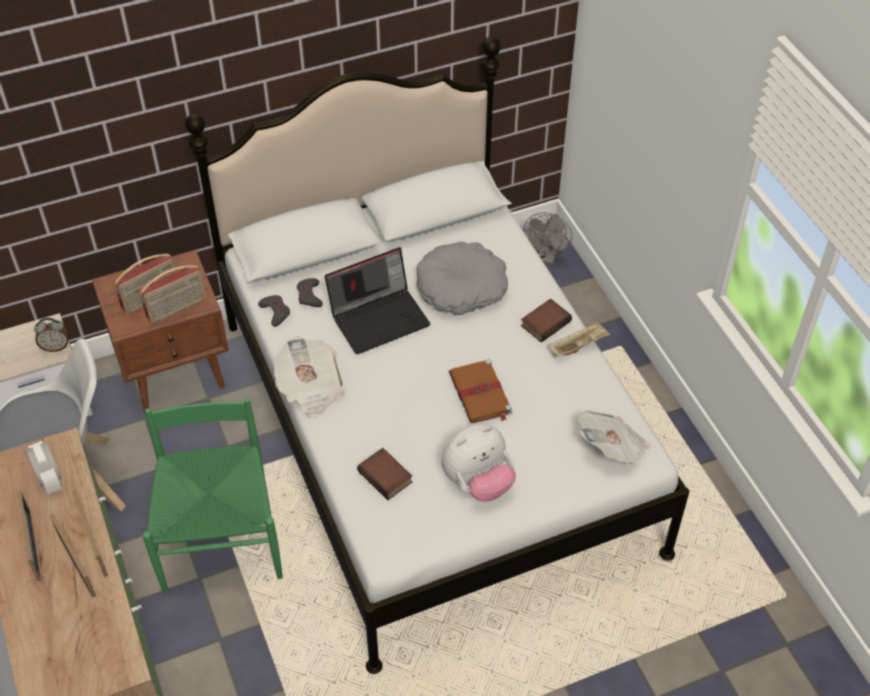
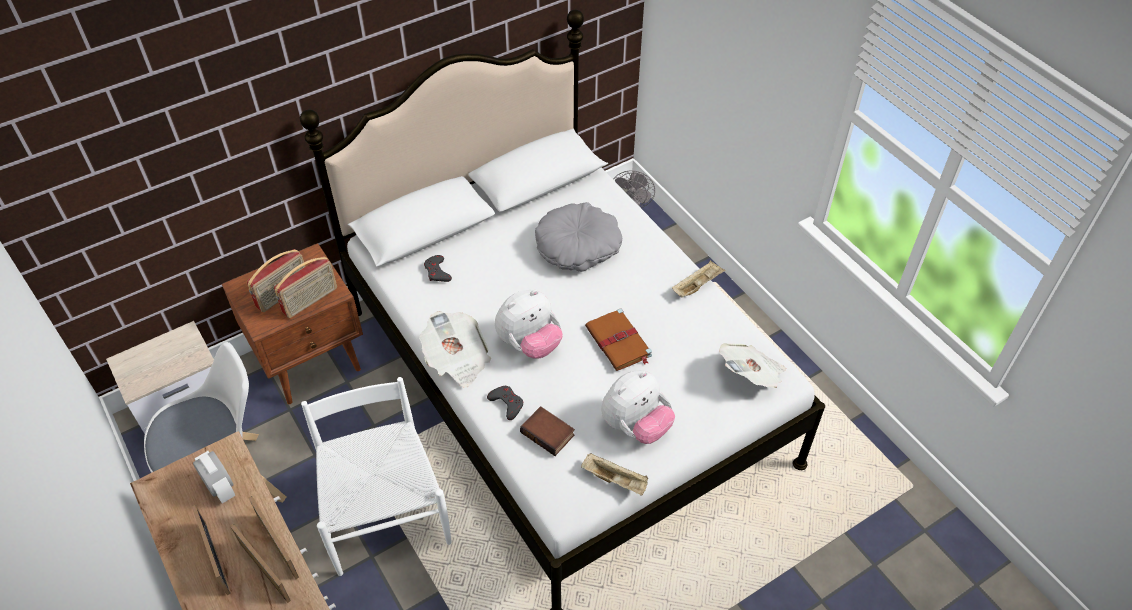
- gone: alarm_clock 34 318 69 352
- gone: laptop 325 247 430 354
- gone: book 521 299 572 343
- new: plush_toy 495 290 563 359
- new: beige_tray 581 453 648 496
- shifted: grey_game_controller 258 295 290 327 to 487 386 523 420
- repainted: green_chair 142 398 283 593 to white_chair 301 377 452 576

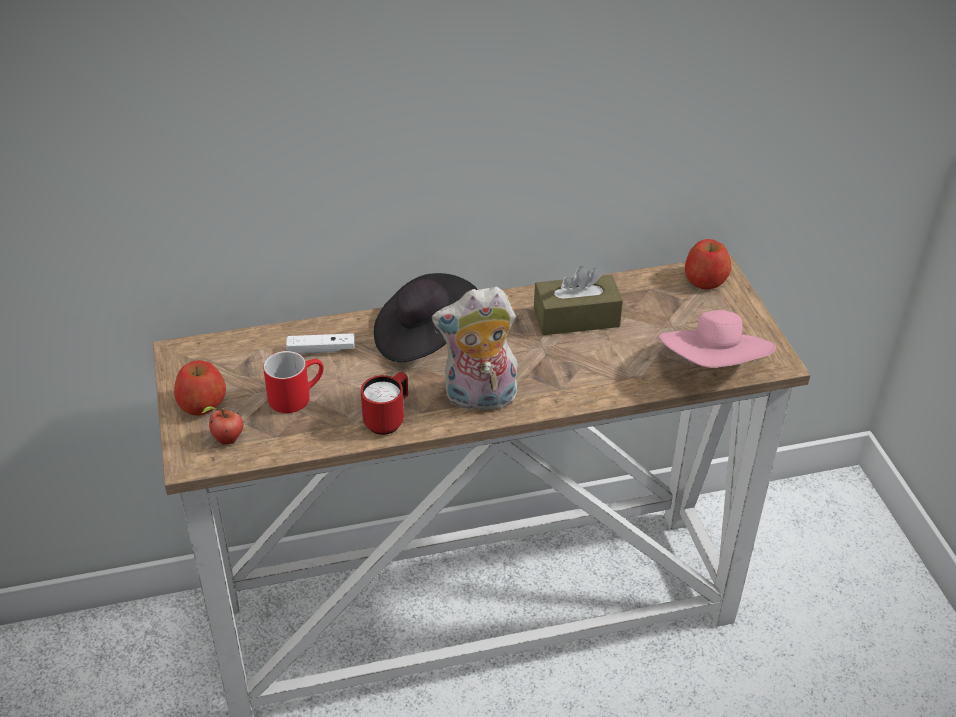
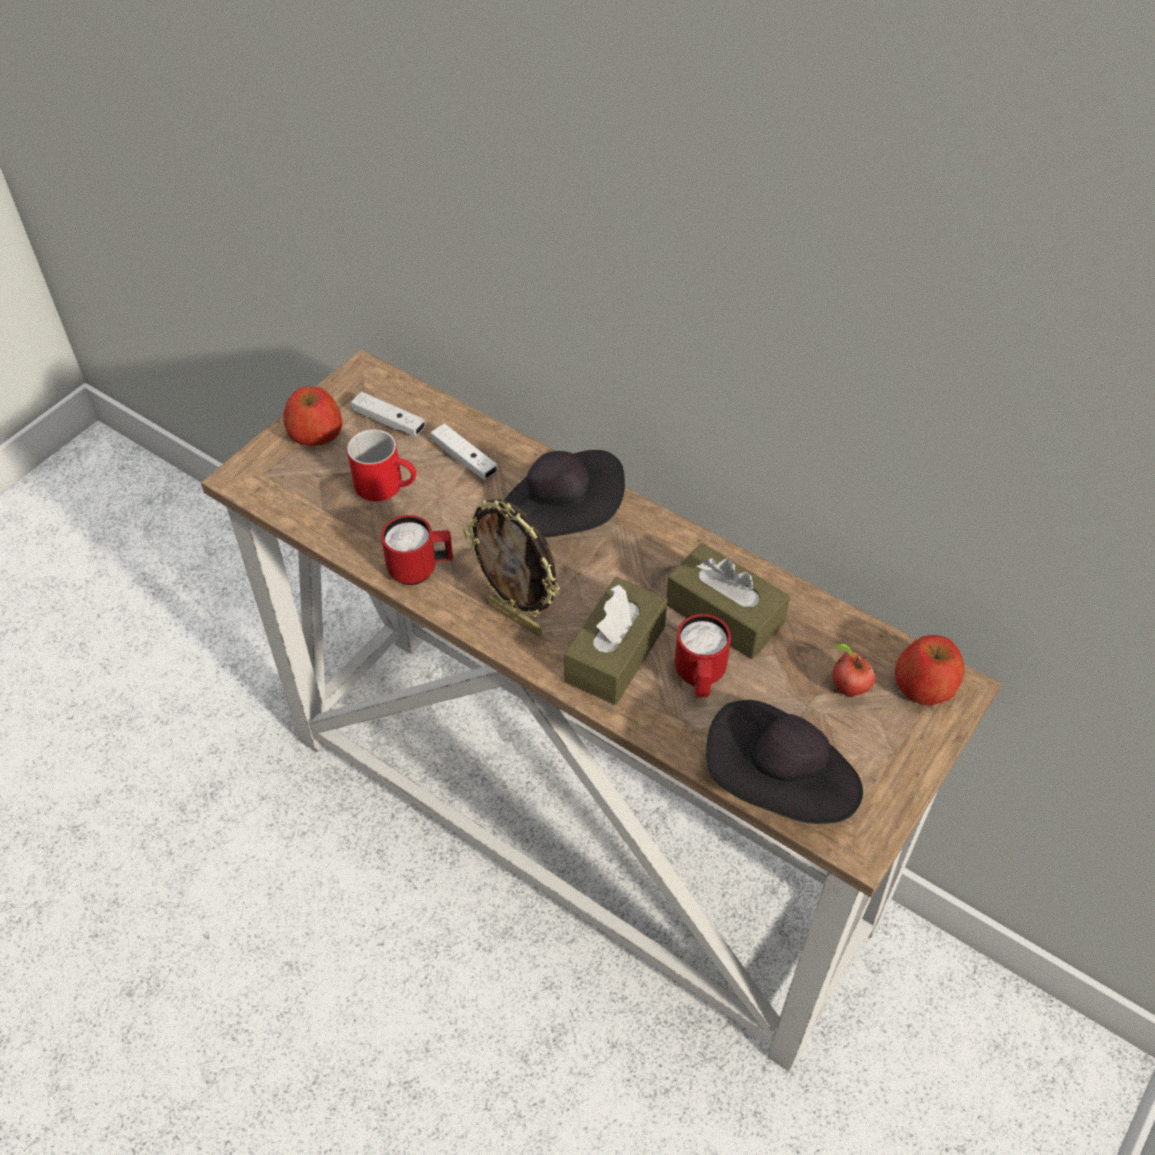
- new: white_game_controller 351 392 425 437
- new: brown_tissue_box 564 577 668 705
- new: red_mug 674 614 731 697
- shifted: apple 202 406 243 445 to 832 643 875 697
- swapped: plush_toy 432 287 517 411 to picture_frame 463 499 560 635
- repainted: pink_hat 659 310 776 368 to black_hat 706 700 863 824

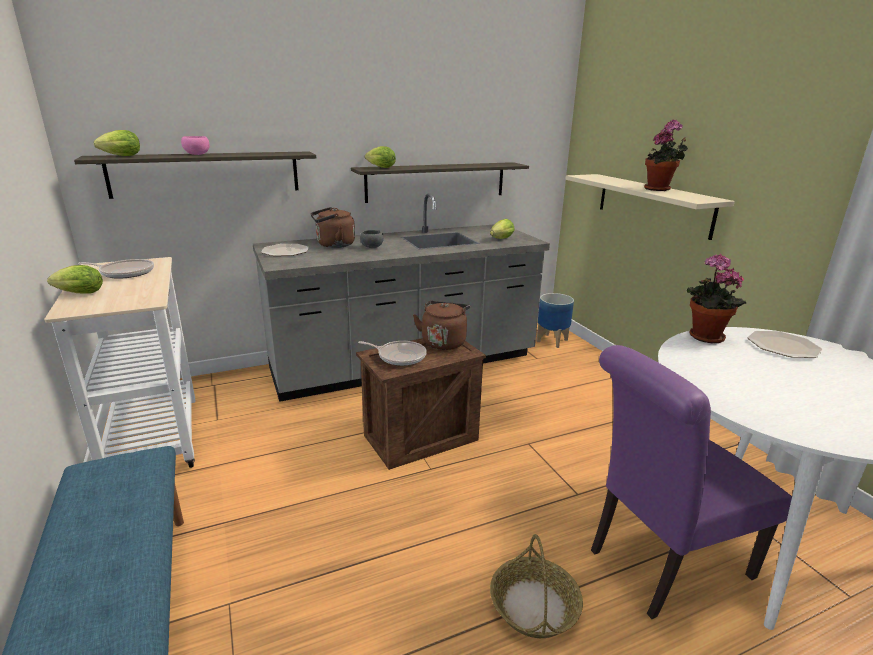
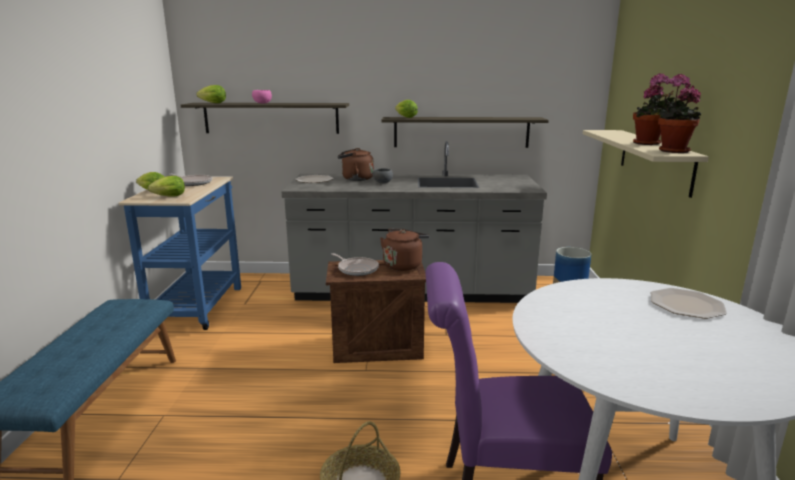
- shifted: lettuce 490 219 515 239 to 148 176 185 196
- shifted: potted_plant 687 254 746 343 to 655 74 701 153
- repainted: white_cart 44 257 195 468 to blue_cart 119 176 241 330

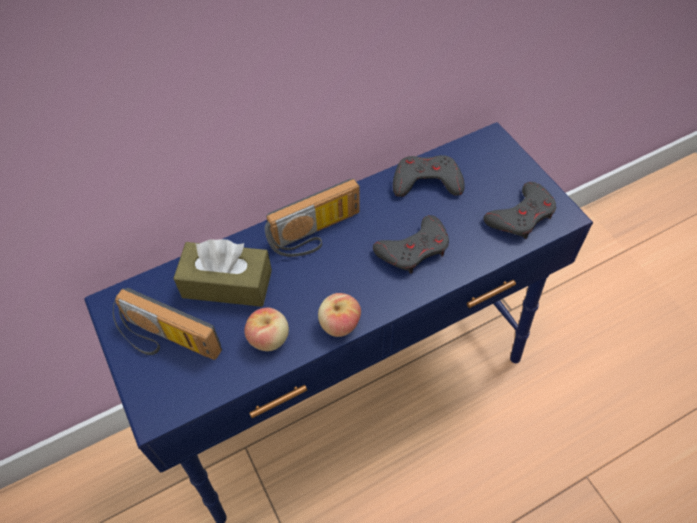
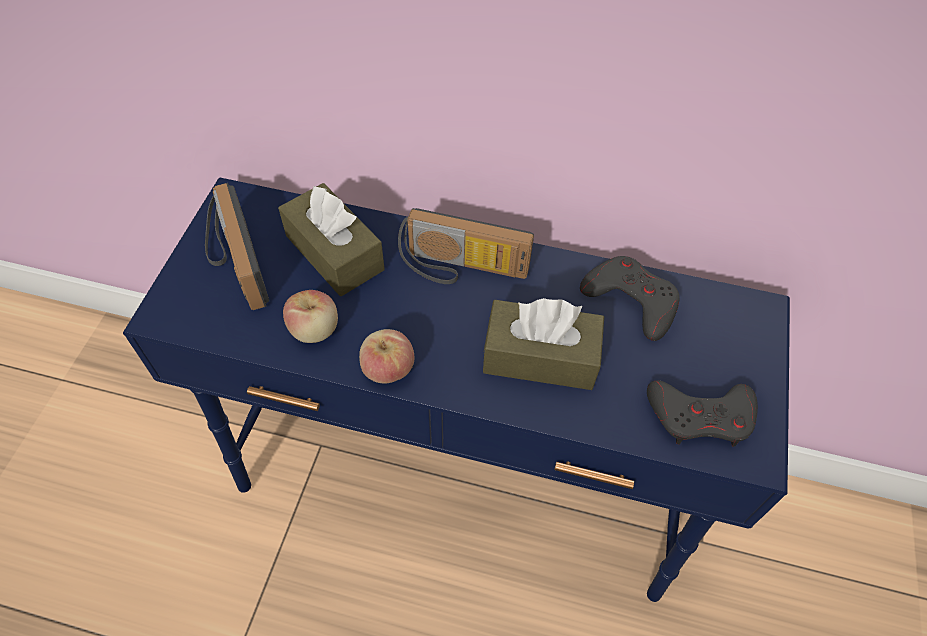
- swapped: grey_game_controller 373 215 449 274 to brown_tissue_box 483 298 604 390

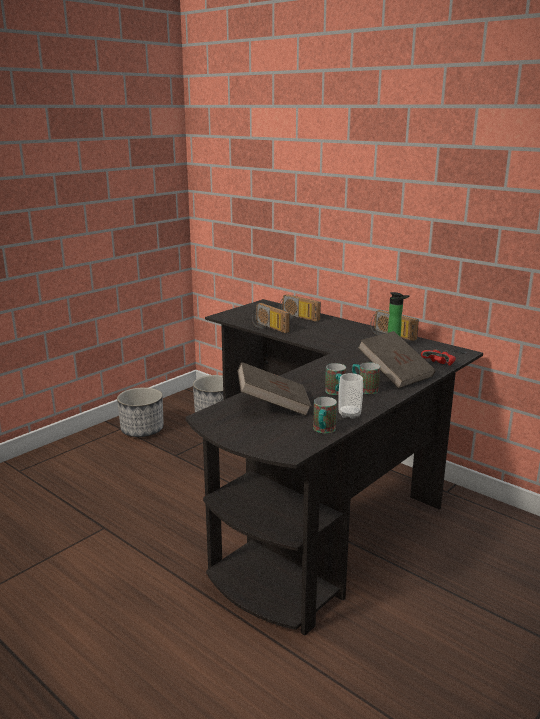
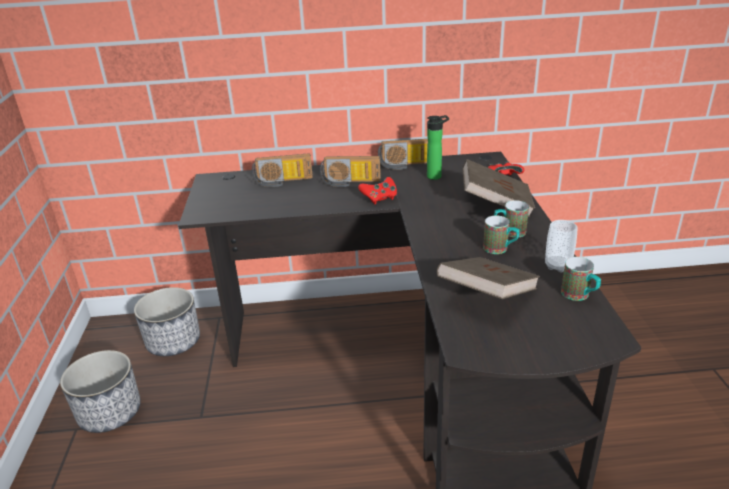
- new: red_game_controller 358 177 397 204
- shifted: radio 252 303 290 333 to 320 156 381 187

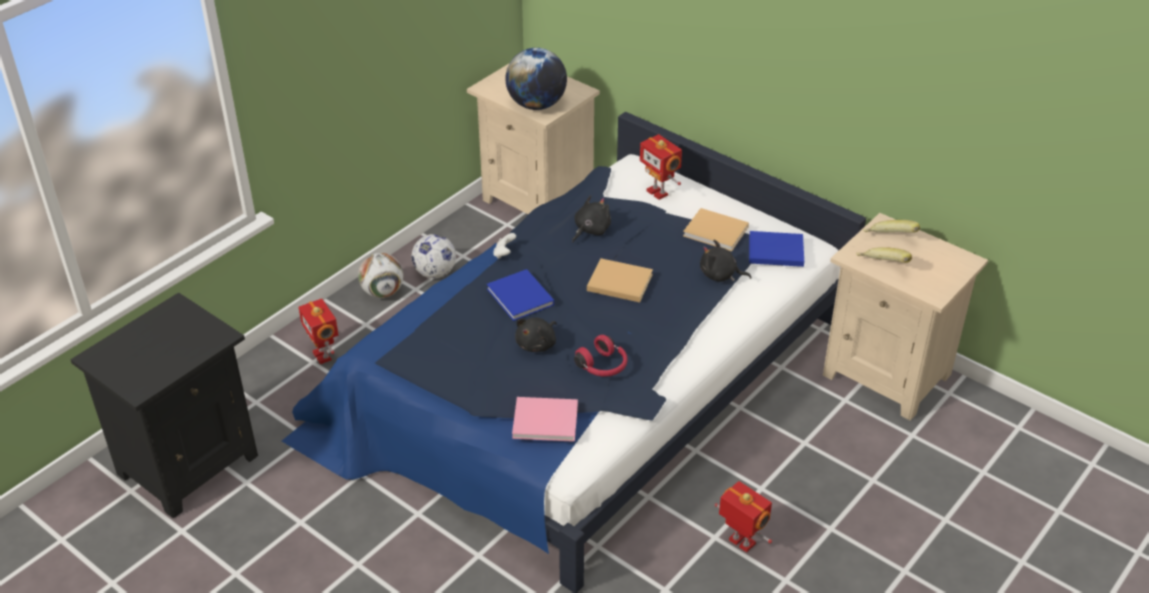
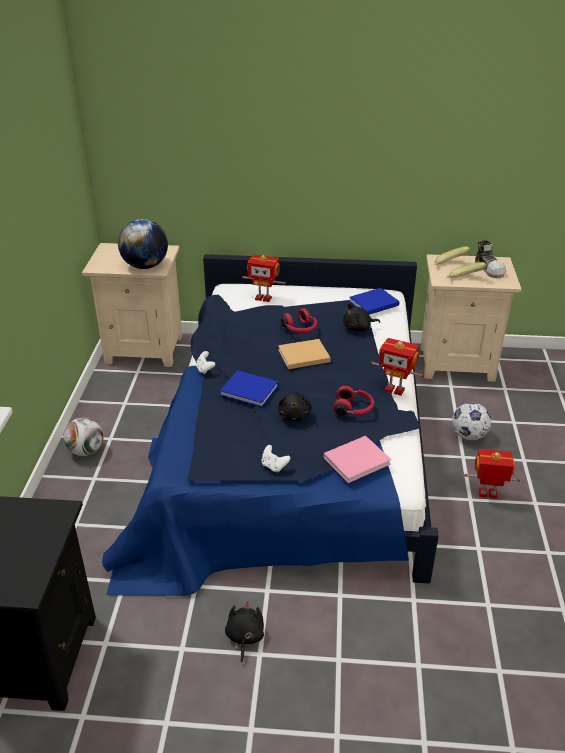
- gone: beige_book 683 208 749 252
- new: white_game_controller 261 445 290 472
- new: red_headphones 281 308 317 333
- new: shoe 475 240 506 278
- shifted: toy_robot 299 299 338 364 to 371 338 424 396
- shifted: football 411 234 456 278 to 452 402 491 441
- shifted: black_plush_toy 572 195 611 242 to 225 601 264 663

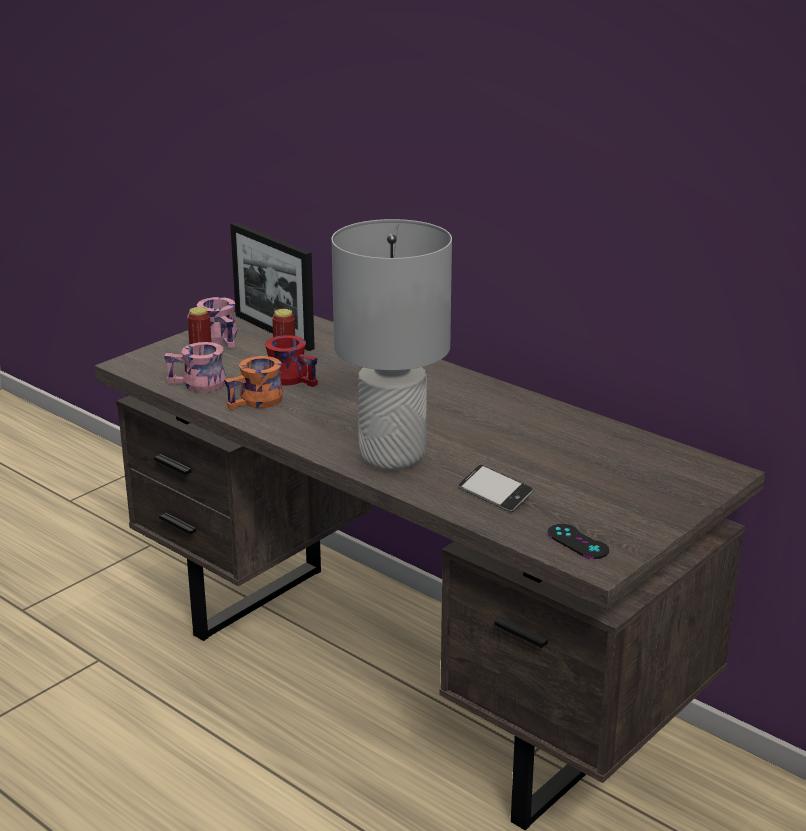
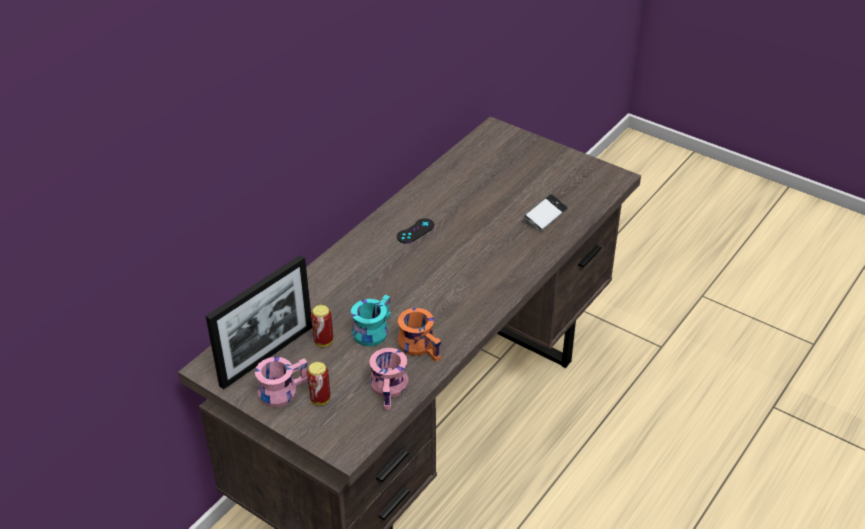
- gone: grey_table_lamp 331 219 452 470
- shifted: black_game_controller 548 524 609 559 to 397 218 435 244
- repainted: red_mug 265 335 318 387 to turquoise_mug 351 295 391 346

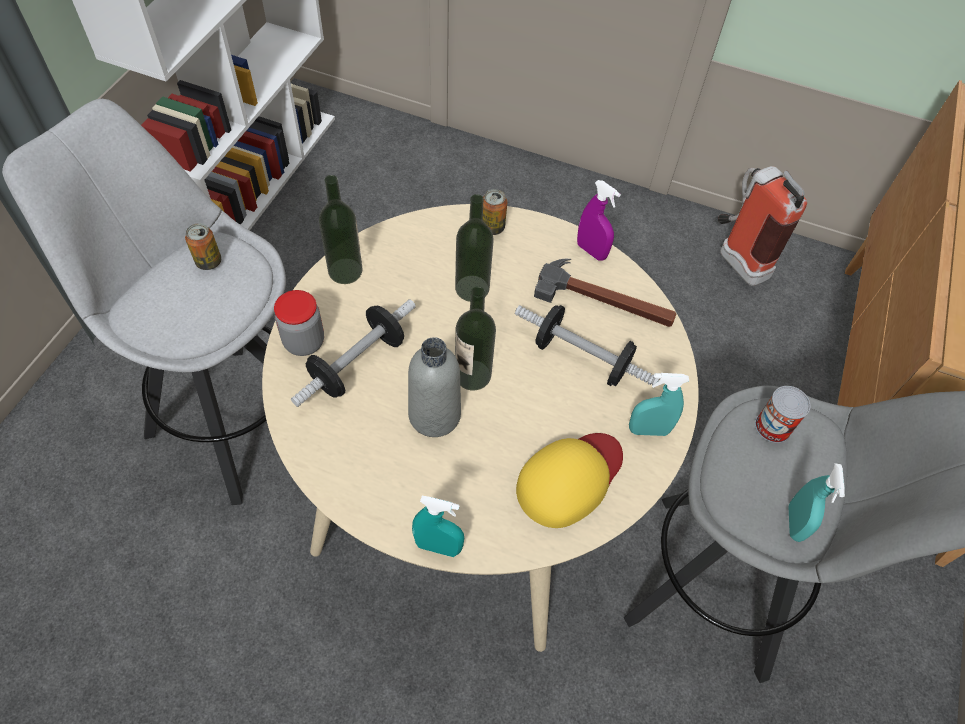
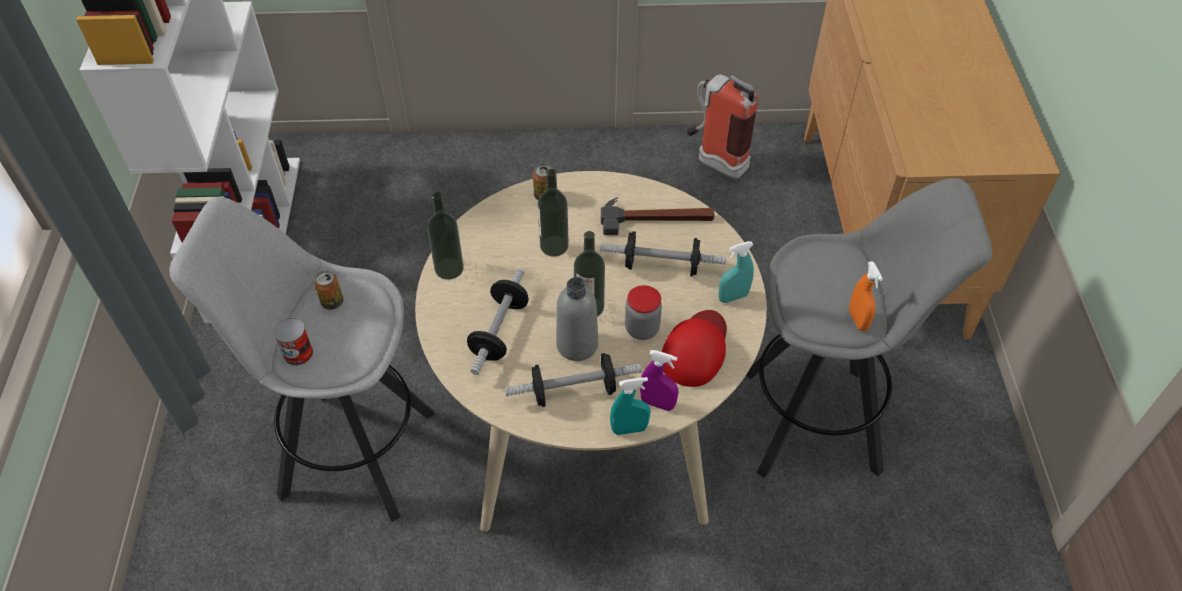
- new: dumbbell 505 353 642 407
- shifted: jar 274 290 324 356 to 625 285 662 340
- shifted: purple_spray_bottle 577 180 621 260 to 640 350 678 411
- shifted: can 755 386 811 443 to 273 317 313 366
- repainted: yellow_cap 516 433 623 528 to red_cap 662 310 727 387
- repainted: turquoise_spray_bottle 789 463 845 542 to orange_spray_bottle 849 261 883 331

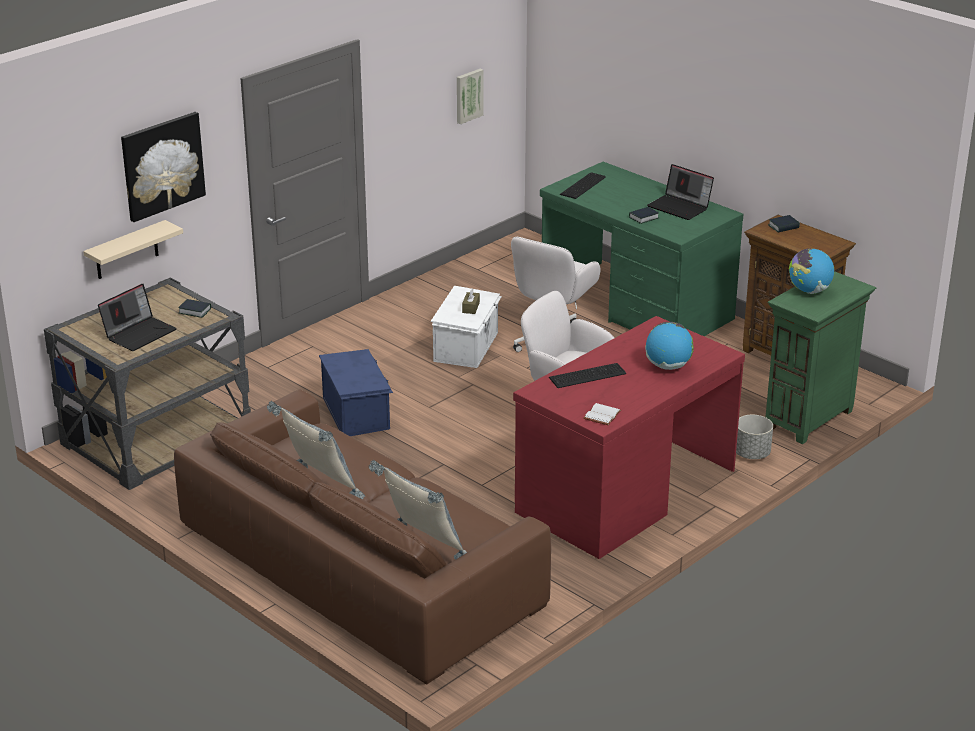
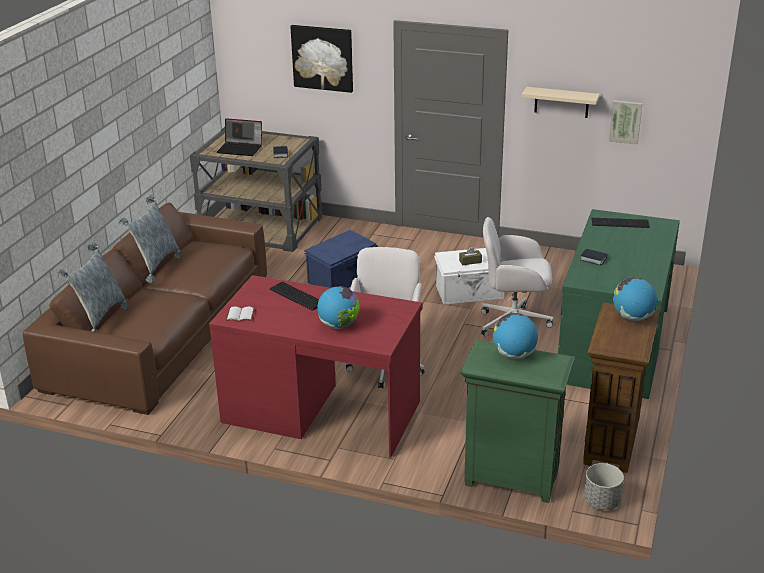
- gone: laptop 647 164 714 220
- shifted: beige_shelf 83 220 183 279 to 522 87 600 118
- shifted: grey_planter 736 415 773 459 to 584 463 624 510
- swapped: book 768 215 800 232 to globe 613 277 657 321

